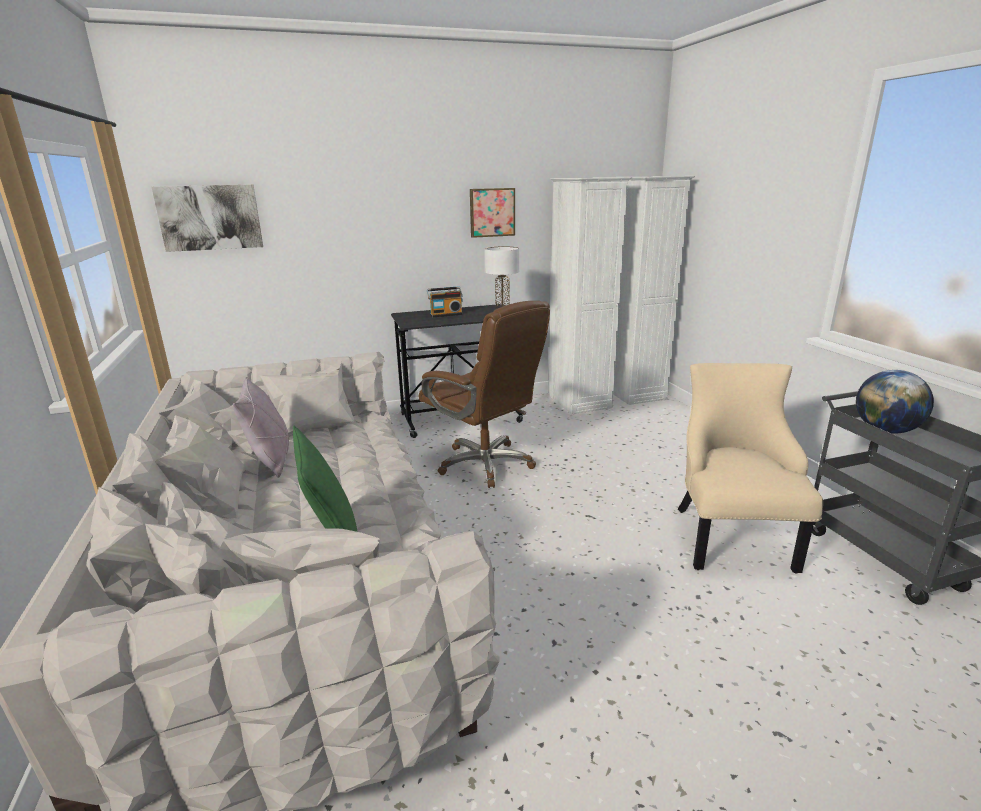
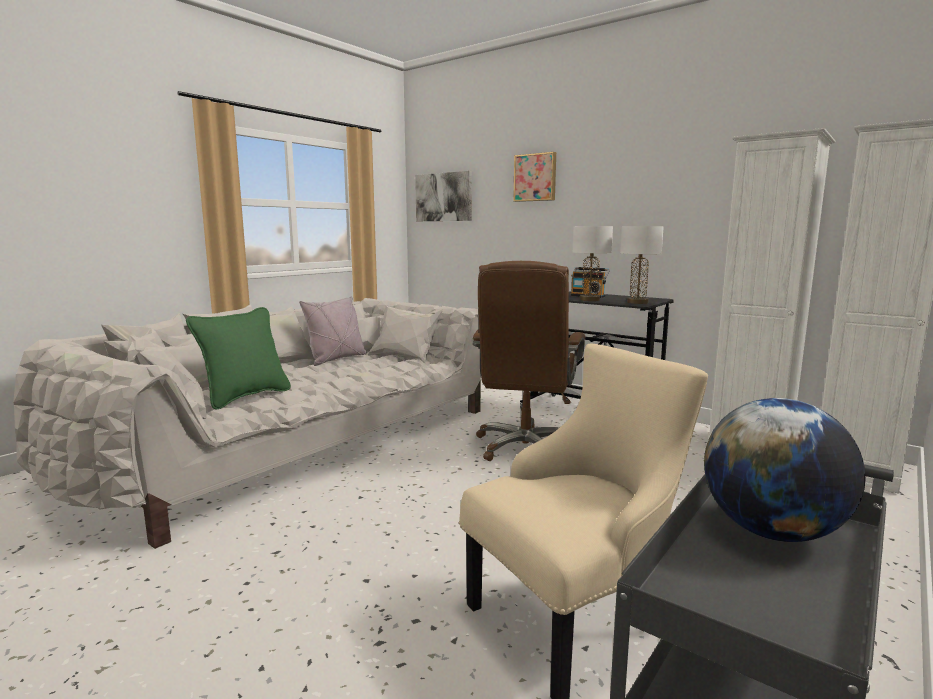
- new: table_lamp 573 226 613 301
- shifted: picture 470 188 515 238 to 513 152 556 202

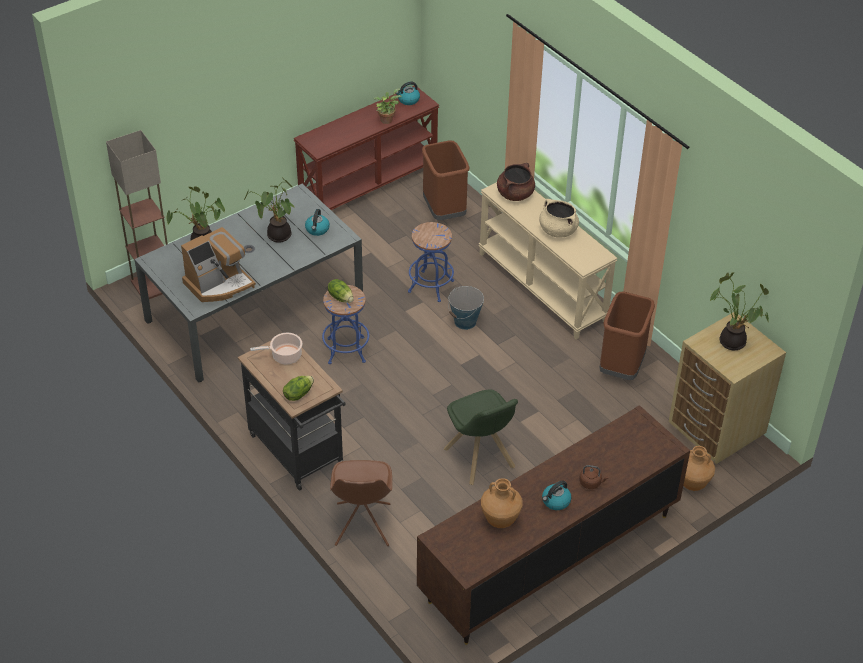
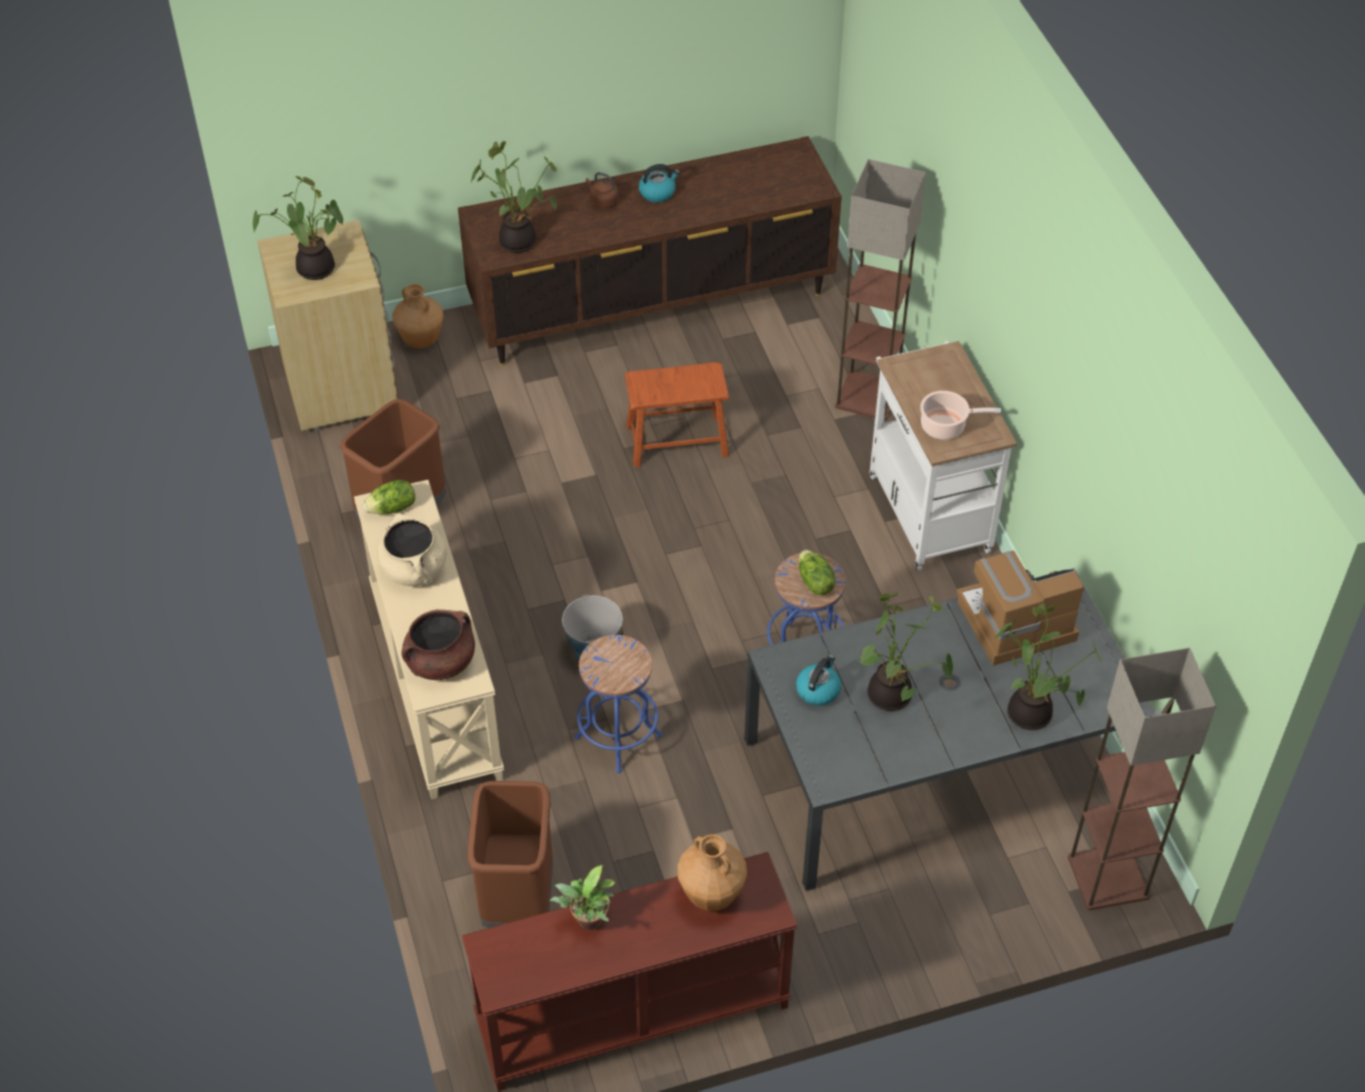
- gone: kettle 396 82 420 105
- new: potted_plant 471 141 557 253
- shifted: lettuce 283 376 314 401 to 363 480 415 515
- shifted: brown_vase 481 478 523 528 to 677 834 747 911
- swapped: brown_chair 330 460 392 546 to floor_lamp 835 159 926 421
- swapped: green_chair 444 390 518 485 to brown_stool 625 362 729 467
- repainted: black_cart 238 332 346 491 to white_cart 869 341 1017 571

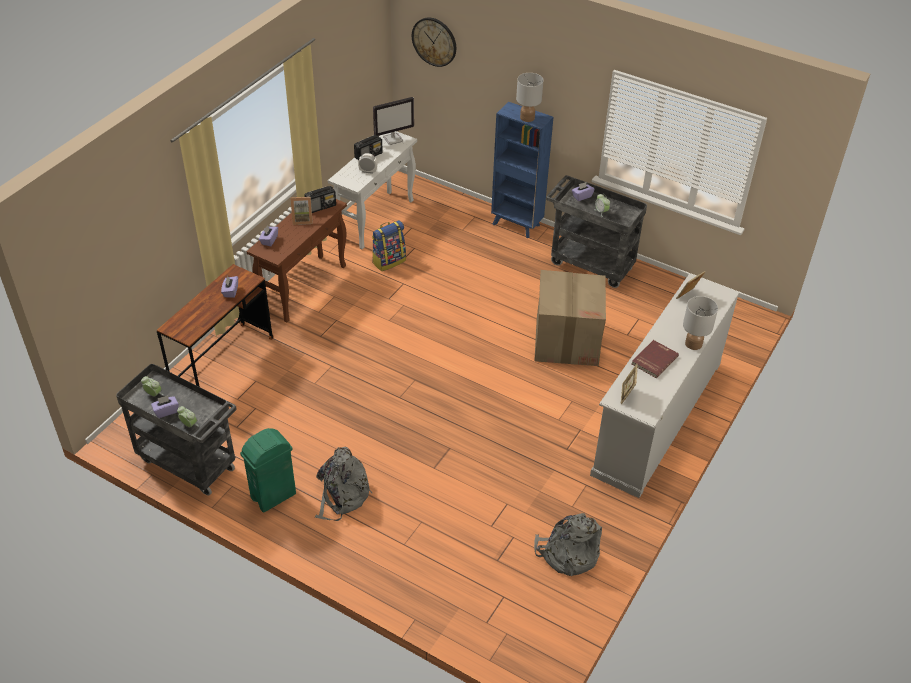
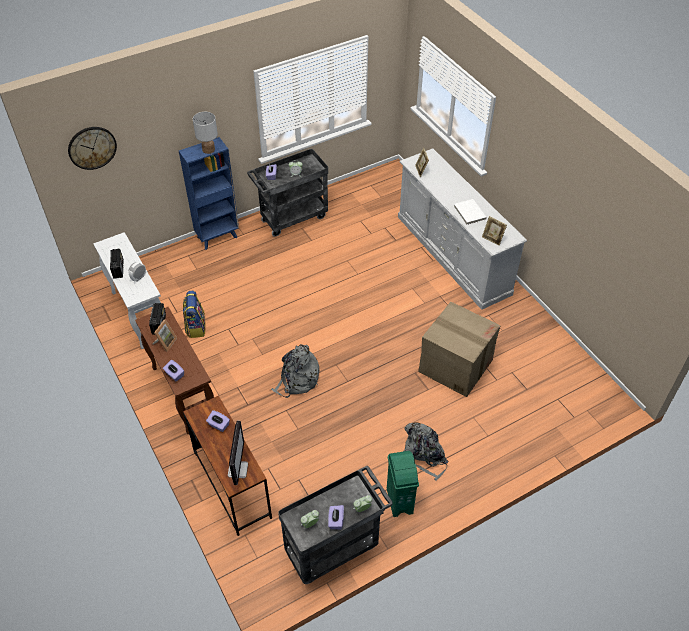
- gone: grey_table_lamp 683 296 718 350
- shifted: monitor 373 97 414 145 to 228 420 248 485
- shifted: cardboard_box 534 270 606 366 to 418 302 501 397
- shifted: grey_backpack 534 513 602 576 to 271 344 319 398
- repainted: red_book 632 340 679 378 to white_book 454 199 487 225

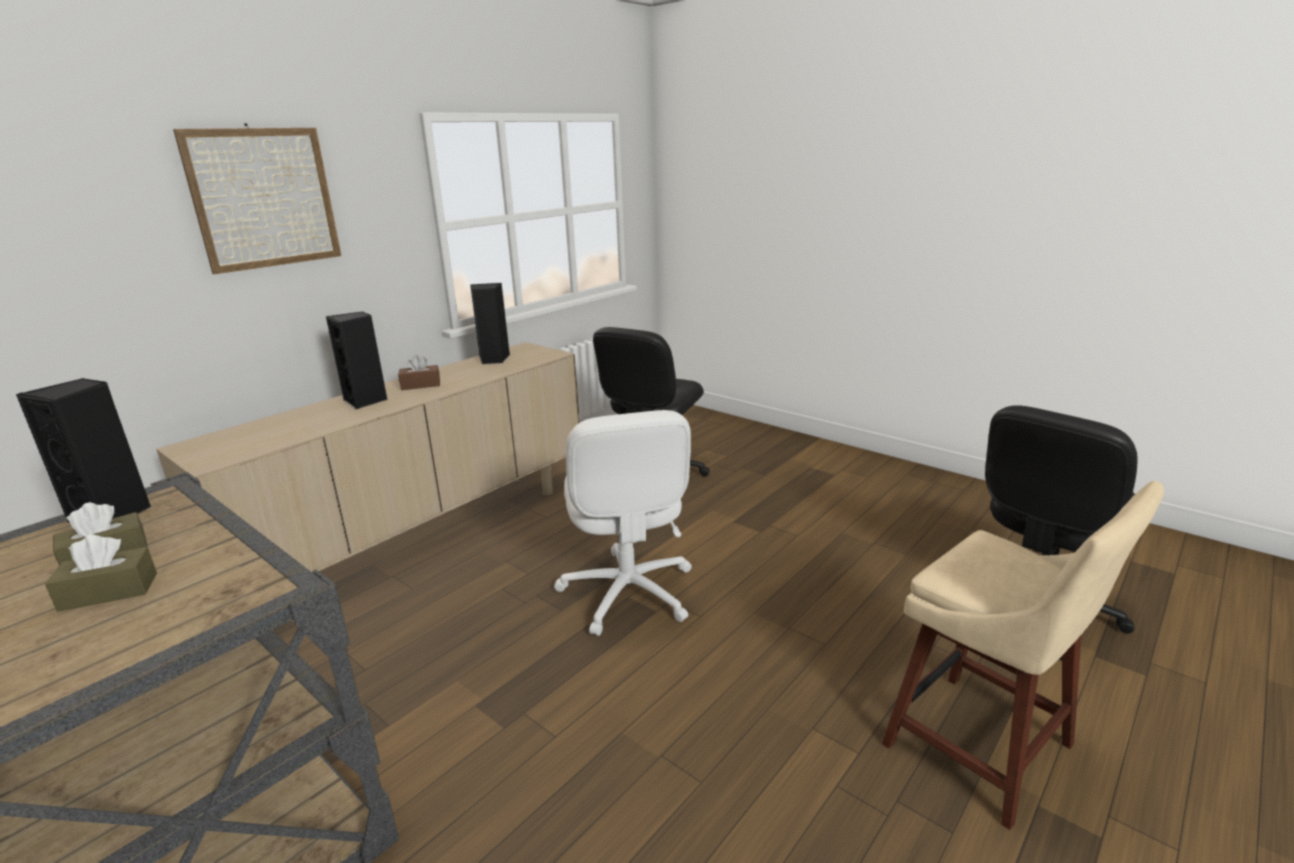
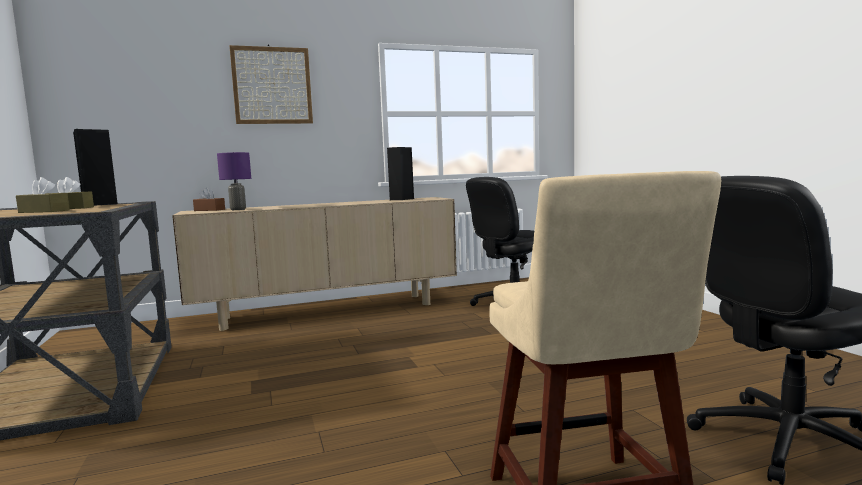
- gone: black_speaker 326 311 387 409
- gone: white_office_chair 554 410 692 636
- new: purple_table_lamp 217 152 251 210
- shifted: brown_tissue_box 398 355 440 390 to 193 188 225 211

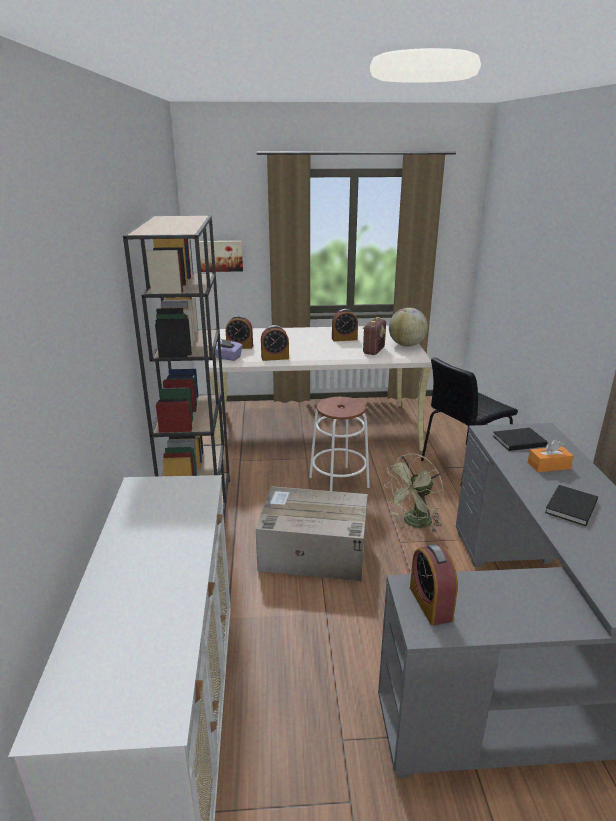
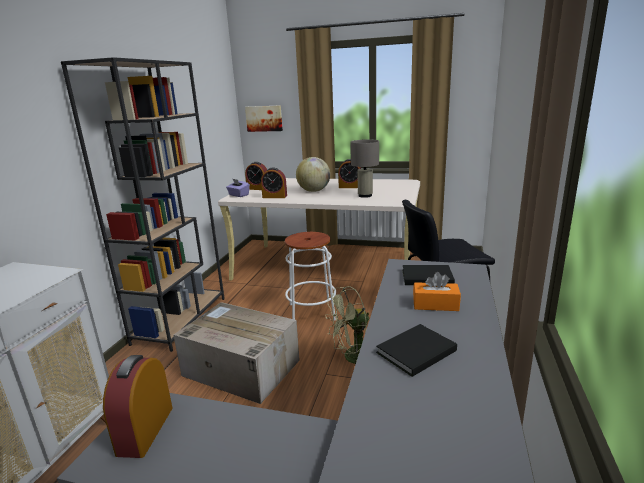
- shifted: globe 389 308 428 347 to 296 157 330 192
- swapped: radio 363 317 386 355 to grey_table_lamp 350 139 379 198

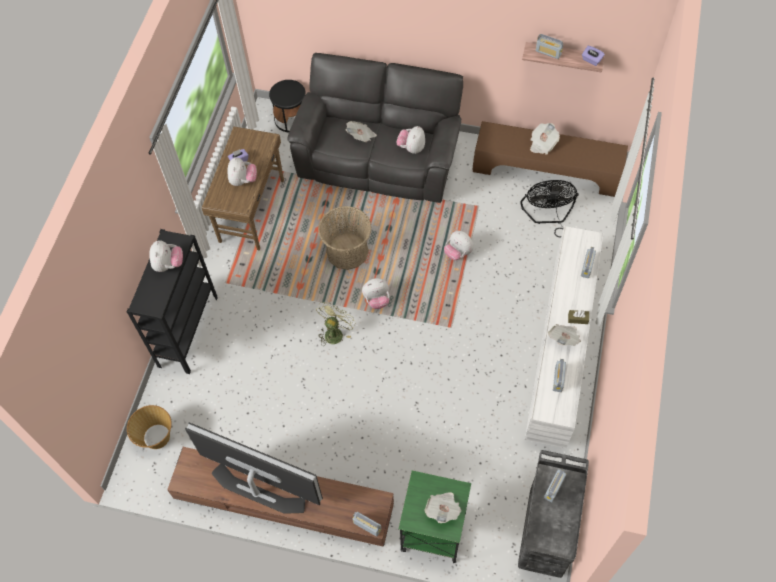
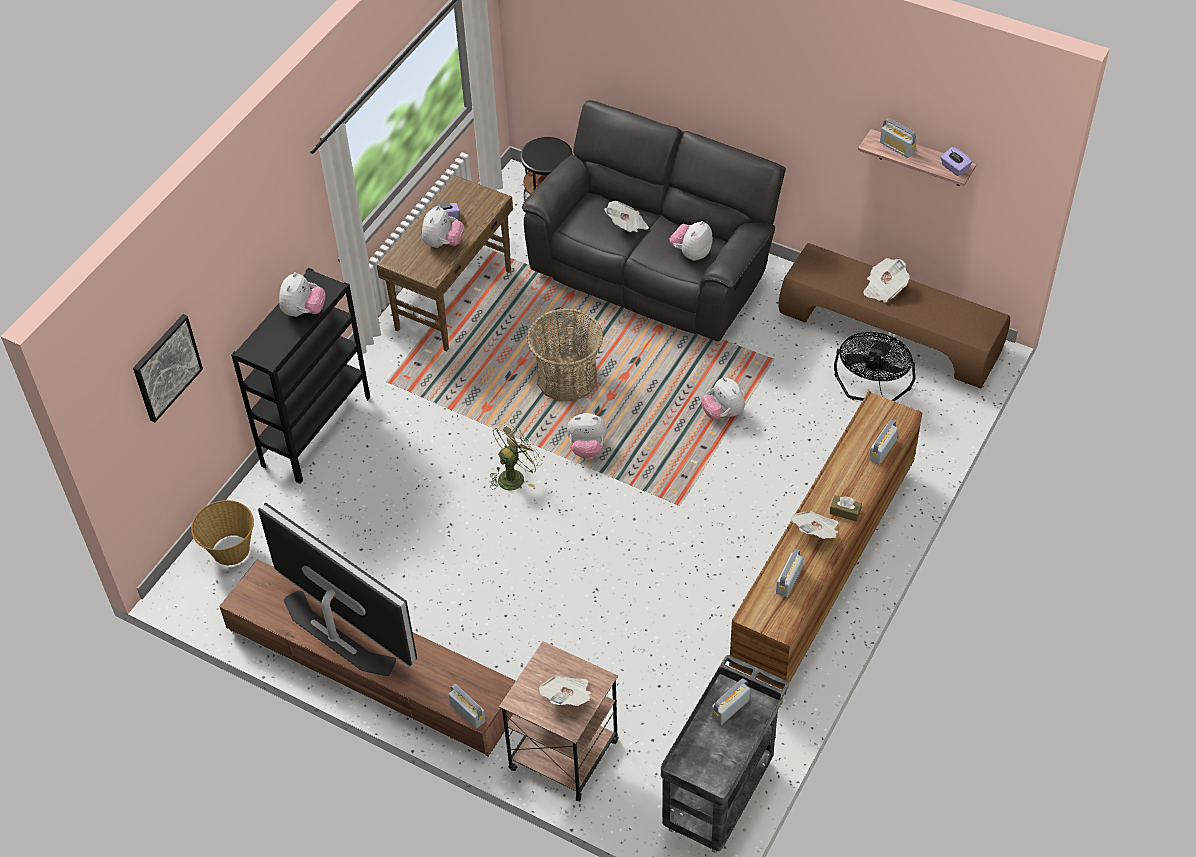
- new: picture 133 314 203 423
- repainted: green_cart 398 470 471 563 to brown_cart 499 641 619 801
- repainted: white_cabinet 525 225 603 448 to brown_cabinet 729 391 923 690

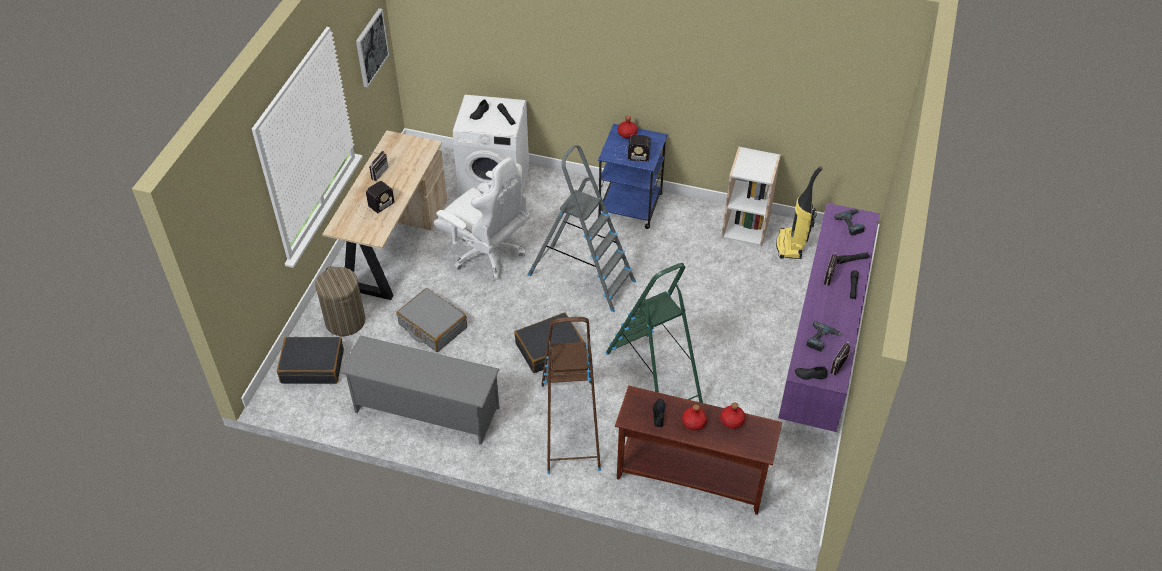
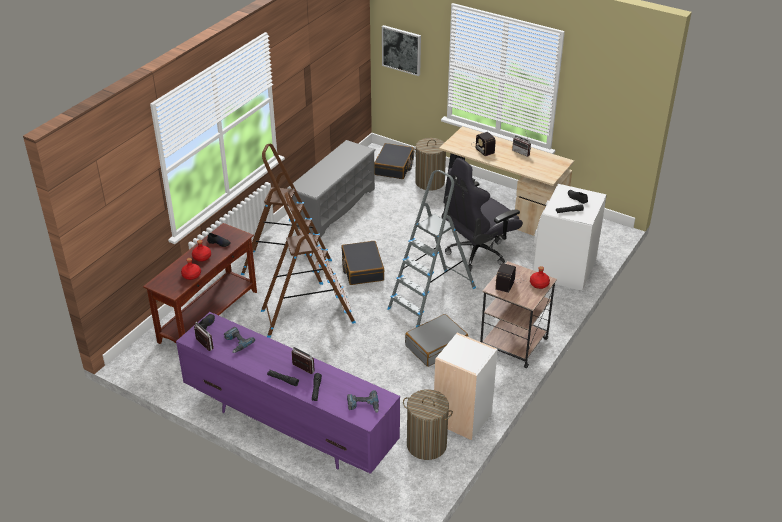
- shifted: picture 356 8 389 88 to 382 25 421 76
- shifted: grey_suitcase 396 288 467 352 to 405 314 468 367
- swapped: vacuum_cleaner 776 166 823 259 to laundry_basket 403 389 453 460
- repainted: white_office_chair 434 157 530 280 to black_office_chair 442 158 523 271
- repainted: blue_cart 598 124 668 229 to brown_cart 480 261 557 368
- repainted: green_step_ladder 606 263 703 403 to brown_step_ladder 261 192 356 338

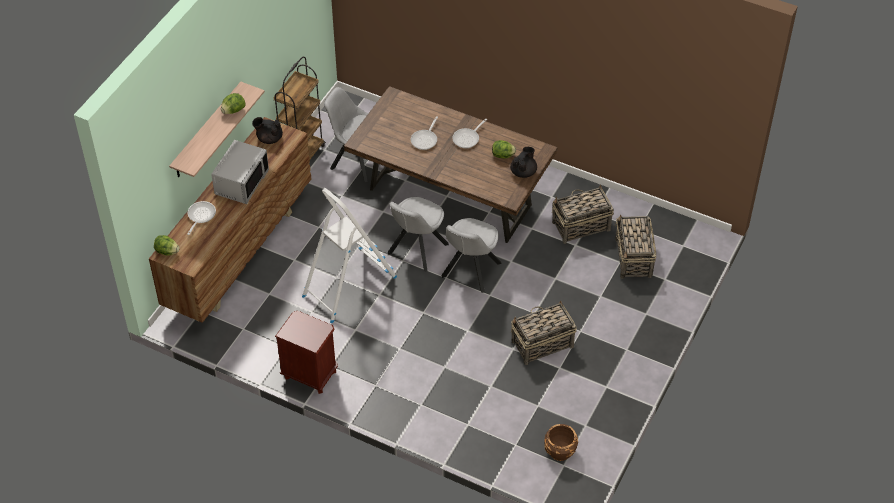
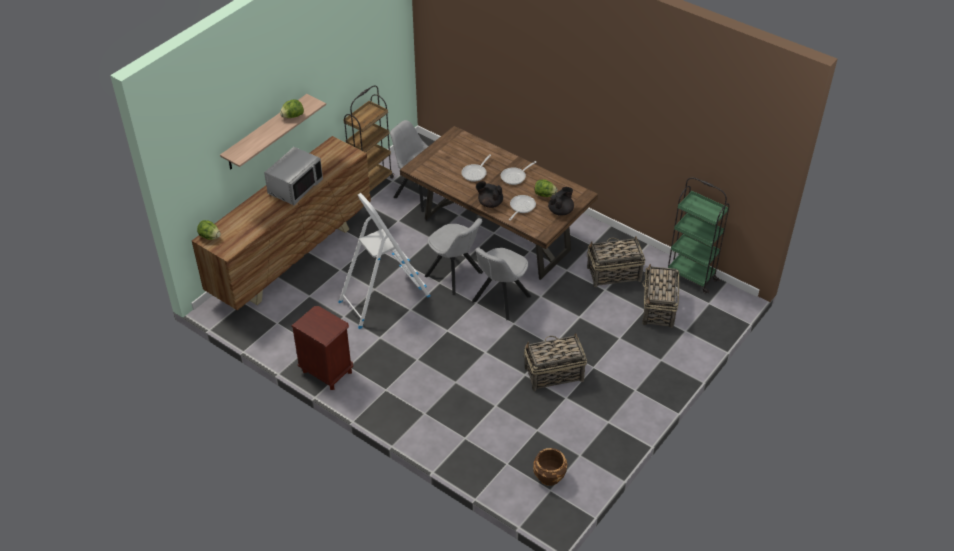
- new: green_cart 668 177 729 294
- shifted: frying_pan 187 201 216 235 to 509 195 536 221
- shifted: black_teapot 252 117 283 144 to 476 181 503 208
- rotated: grey_chair 388 197 449 272 = 425 218 483 295 90 degrees counterclockwise

